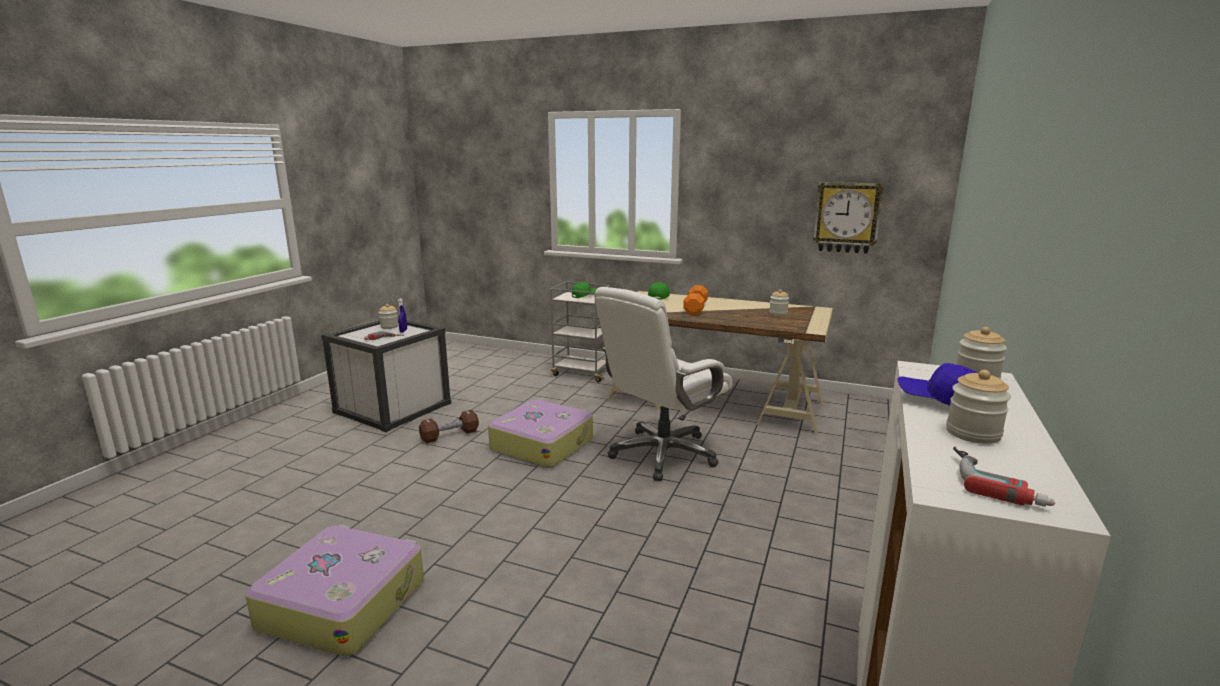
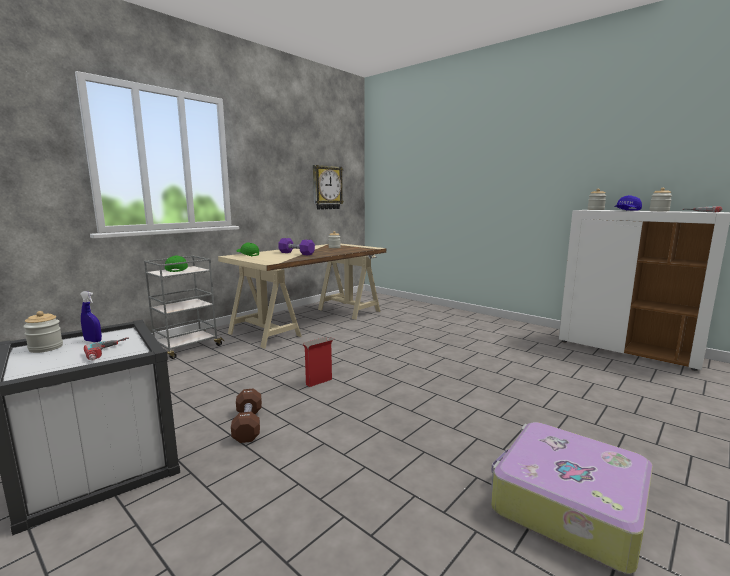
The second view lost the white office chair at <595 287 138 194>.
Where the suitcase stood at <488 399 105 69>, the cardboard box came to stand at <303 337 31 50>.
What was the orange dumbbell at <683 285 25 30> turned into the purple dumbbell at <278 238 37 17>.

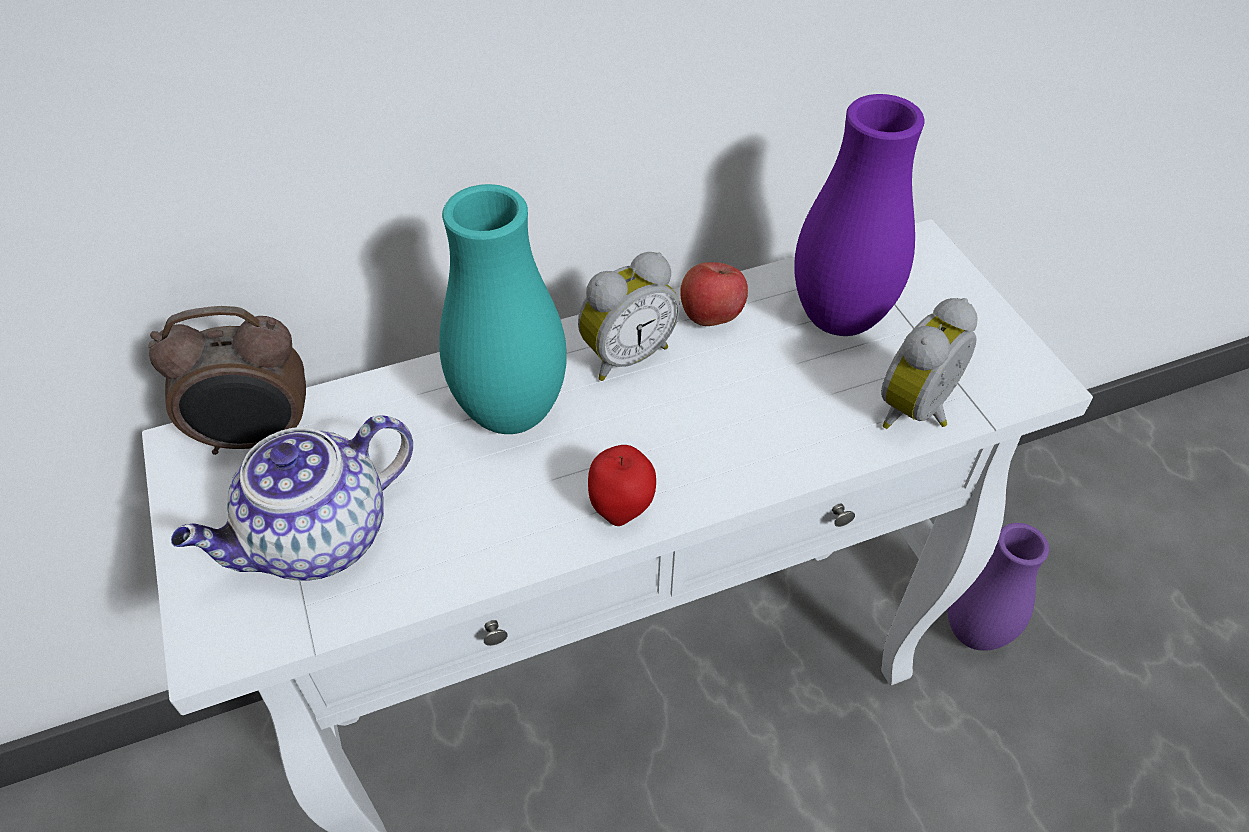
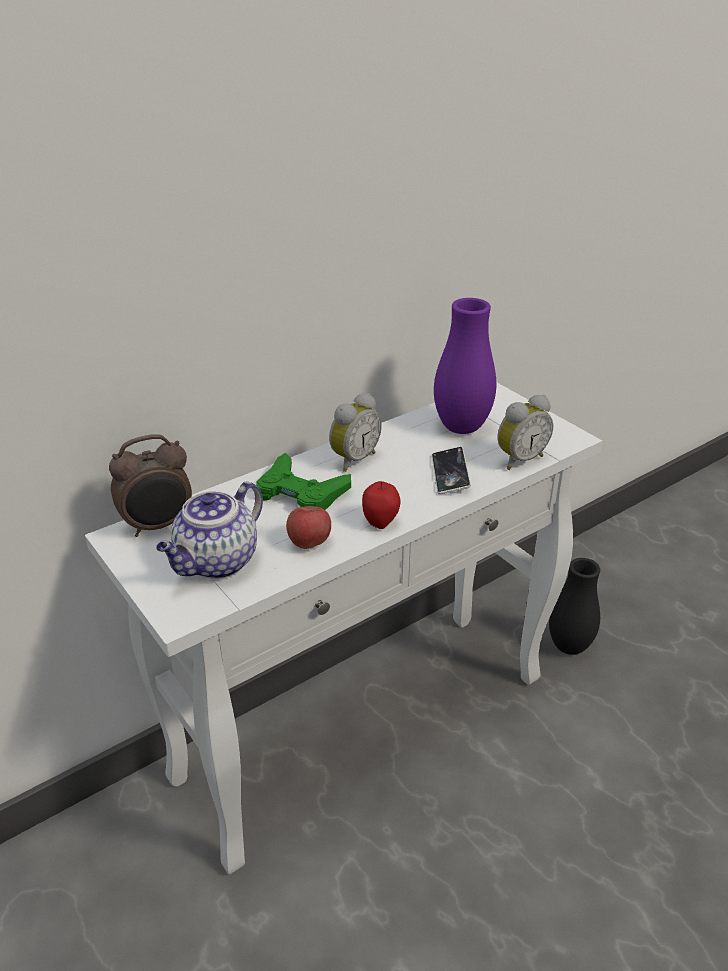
The second view gained the phone at <431 447 40 47>.
The apple ended up elsewhere, having gone from <680 262 68 64> to <286 506 45 43>.
Where the turquoise vase stood at <439 184 128 250>, the green game controller came to stand at <256 453 95 57>.
What was the purple vase at <947 523 102 128> turned into the black vase at <549 558 51 97>.
The alarm clock at <881 298 97 131> ended up facing another way, 150 degrees counterclockwise from before.

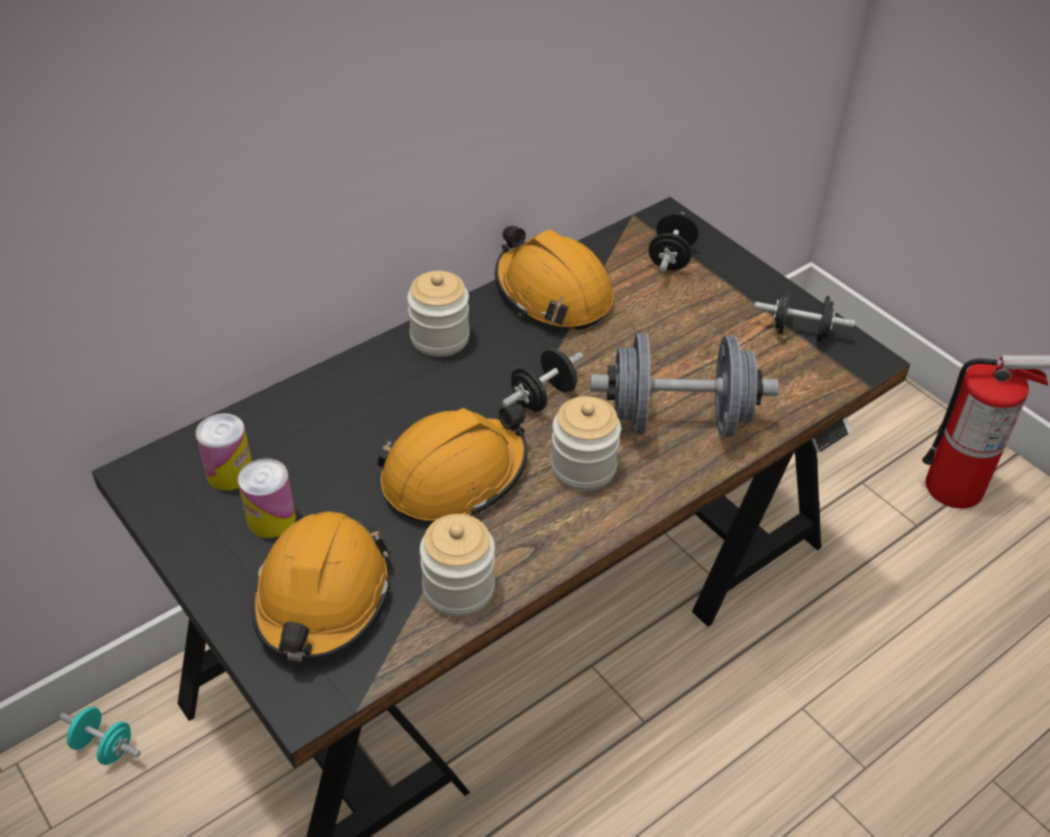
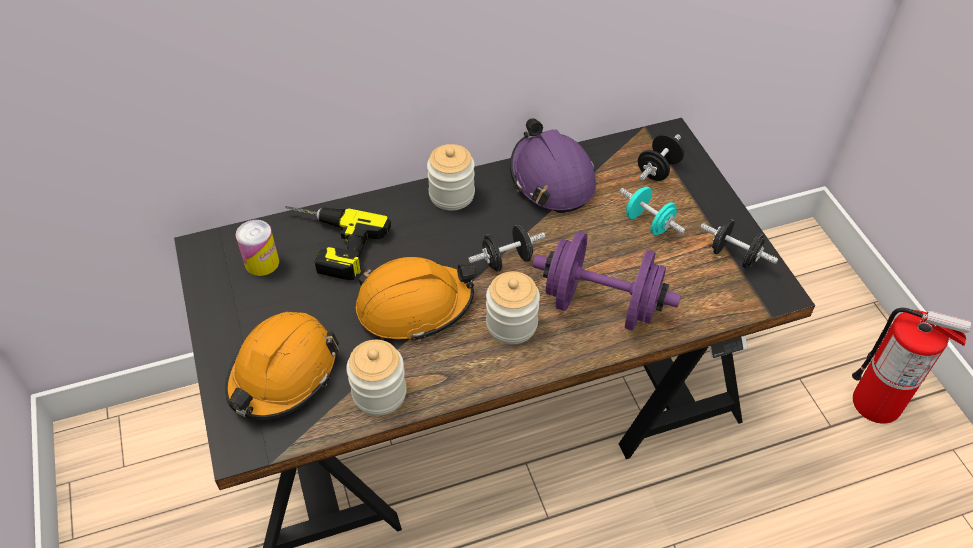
The second view lost the can at <238 458 58 80>.
The second view gained the power drill at <285 206 106 74>.
The turquoise dumbbell ended up elsewhere, having gone from <60 707 81 58> to <619 187 66 48>.
What was the orange hard hat at <495 226 119 104> turned into the purple hard hat at <510 118 86 95>.
What was the grey dumbbell at <590 334 189 103> turned into the purple dumbbell at <532 231 149 100>.

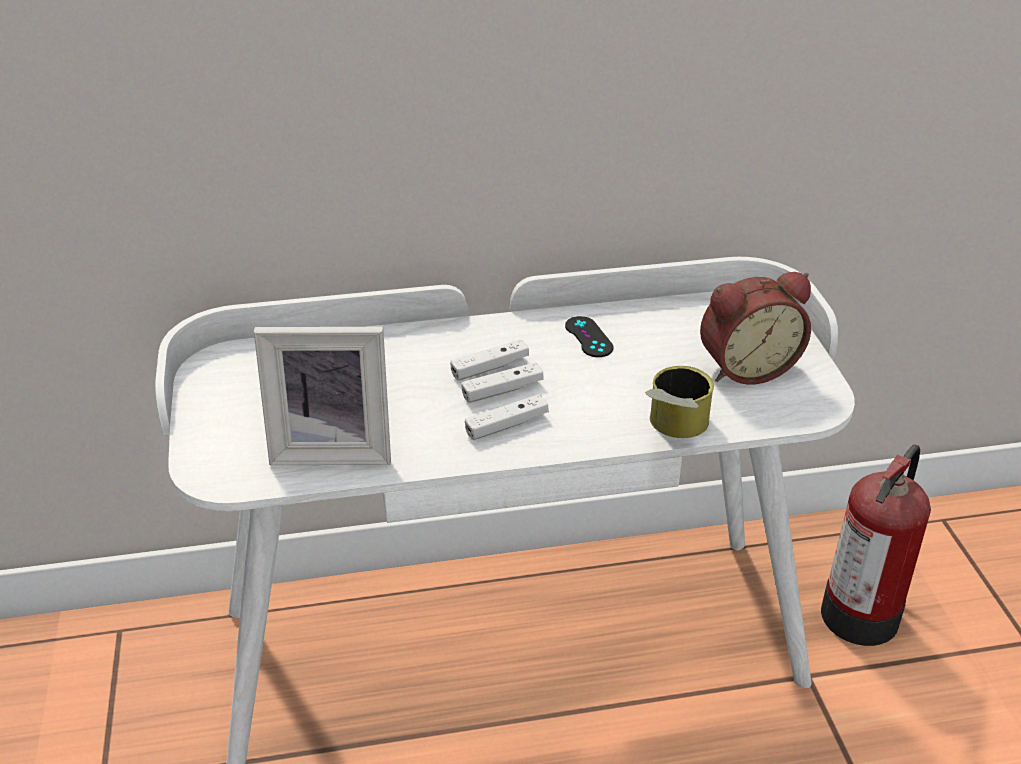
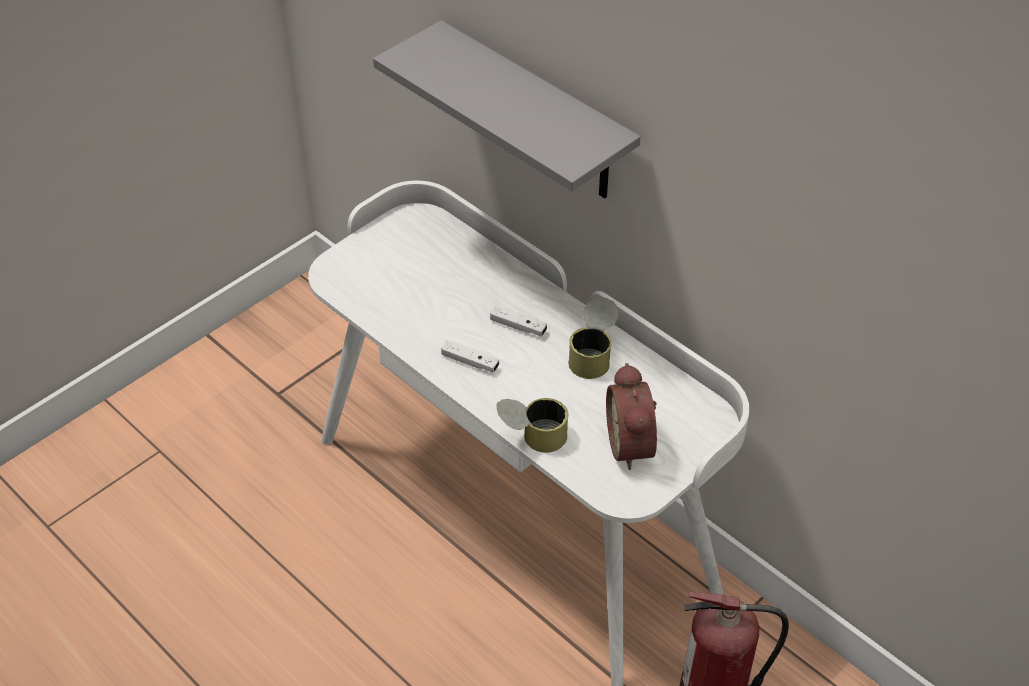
The second view lost the picture frame at <254 327 137 138>.
The second view lost the white game controller at <461 362 82 41>.
The second view gained the grey shelf at <373 21 267 178>.
Where the black game controller stood at <565 316 49 41>, the can came to stand at <569 297 49 82>.
The alarm clock at <700 272 111 113> ended up facing another way, 45 degrees clockwise from before.

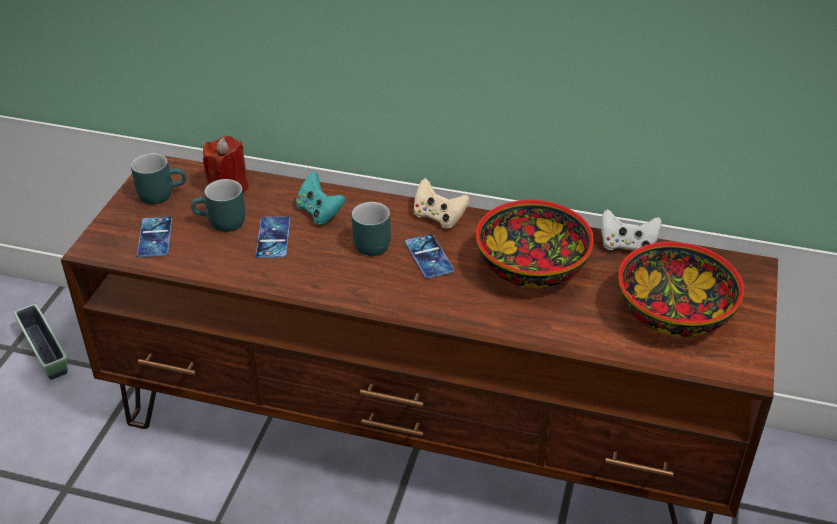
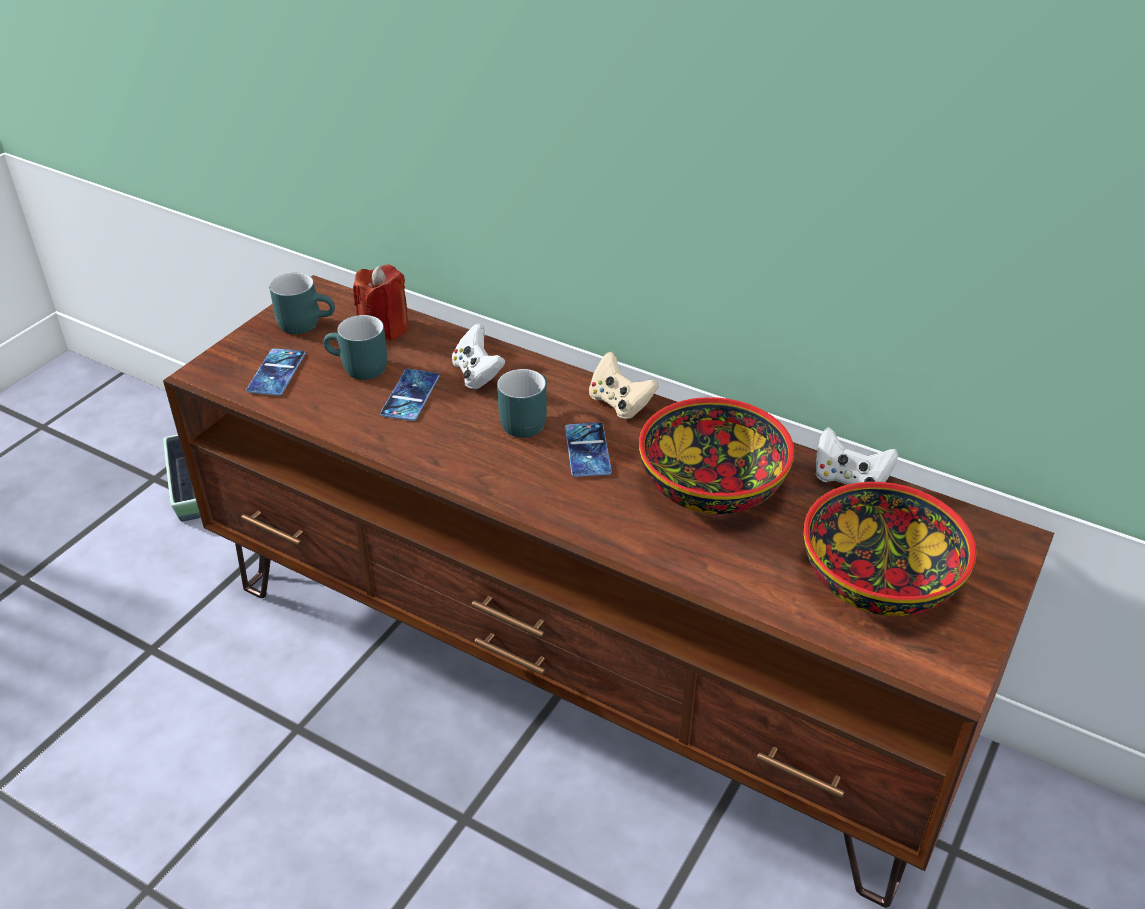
What was the turquoise game controller at <296 172 50 53> turned into the white game controller at <452 323 54 66>.

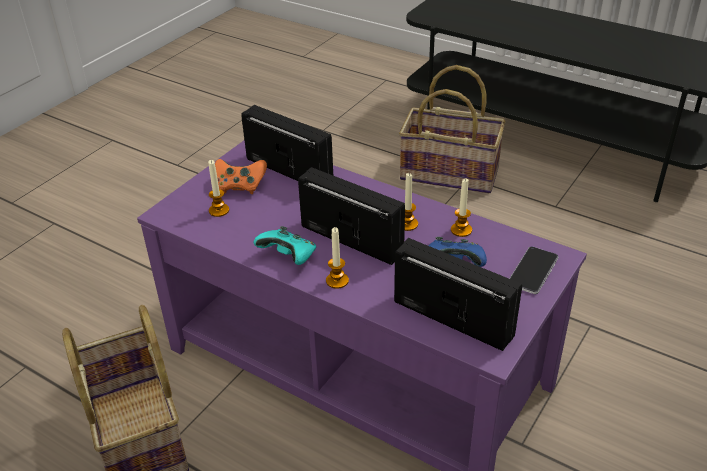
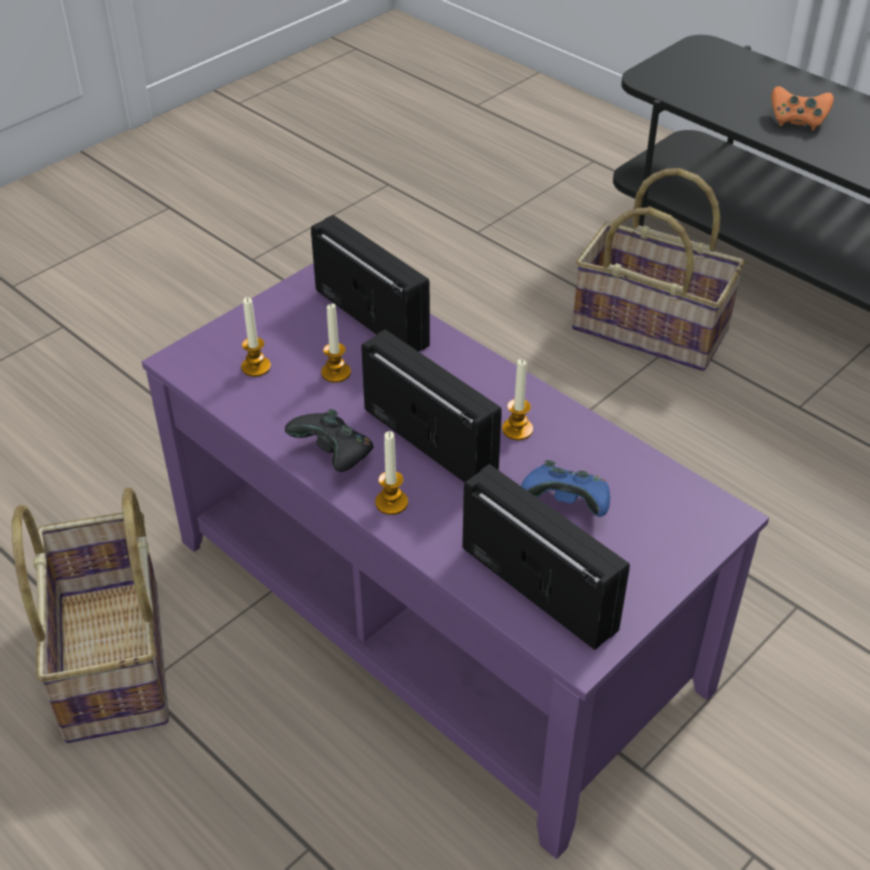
The second view lost the phone at <509 247 49 47>.
The orange game controller ended up elsewhere, having gone from <215 159 52 35> to <771 86 63 44>.
The candle ended up elsewhere, having gone from <451 178 21 59> to <321 303 30 80>.
What was the turquoise game controller at <254 226 62 39> turned into the black game controller at <285 409 89 63>.

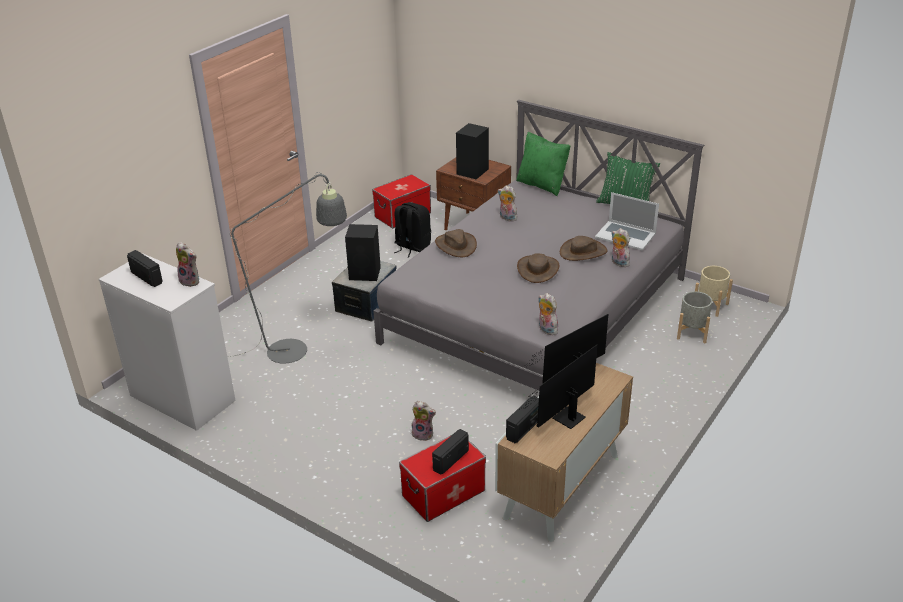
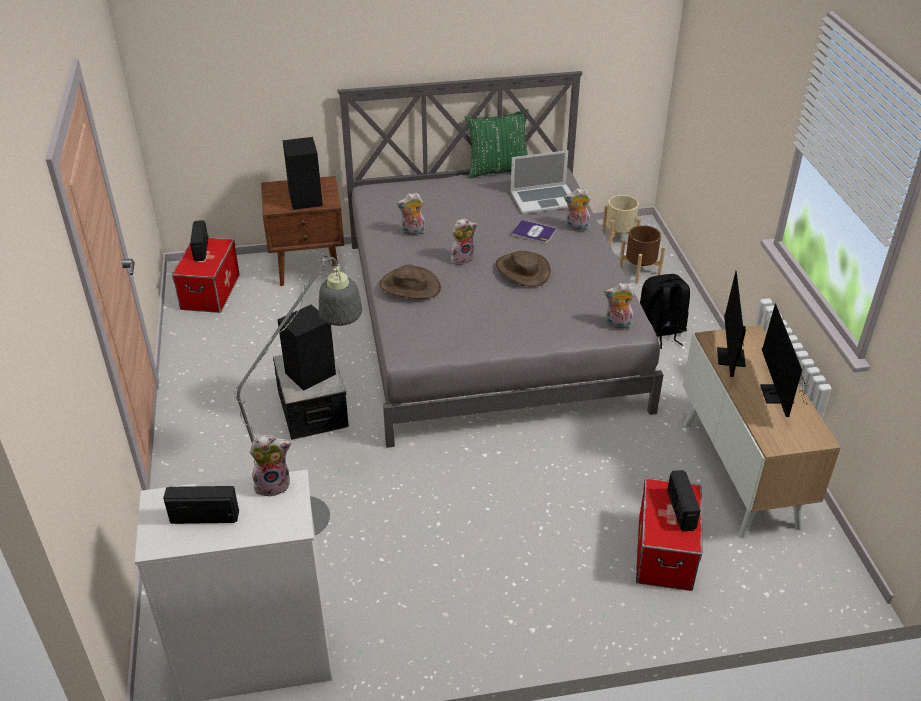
The second view lost the green pillow at <516 132 54 64>.
The black backpack ended up elsewhere, having gone from <394 202 37 56> to <640 274 50 75>.
The plush toy ended up elsewhere, having gone from <411 401 25 40> to <451 218 26 47>.
The radio ended up elsewhere, having gone from <506 396 33 47> to <190 220 18 41>.
Where the brown hat stood at <560 236 47 25>, the book came to stand at <512 220 45 24>.
What was the grey planter at <677 291 35 52> turned into the brown planter at <619 225 46 59>.

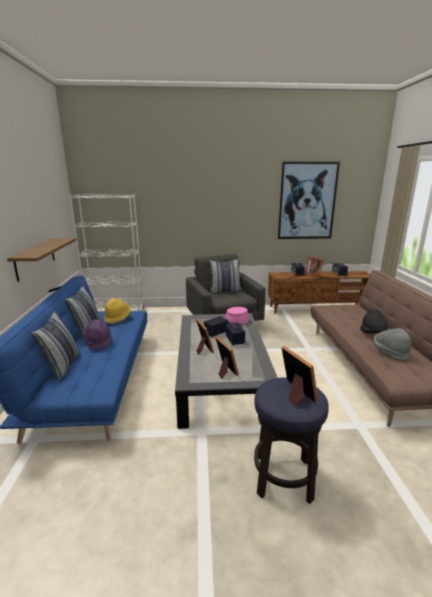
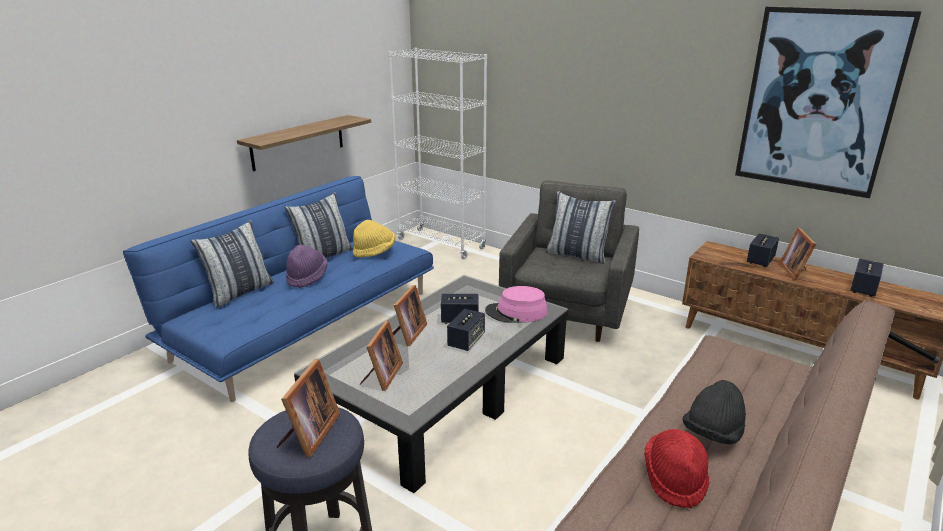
What was the grey hat at <373 328 39 33> turned into the red hat at <644 429 65 79>.

